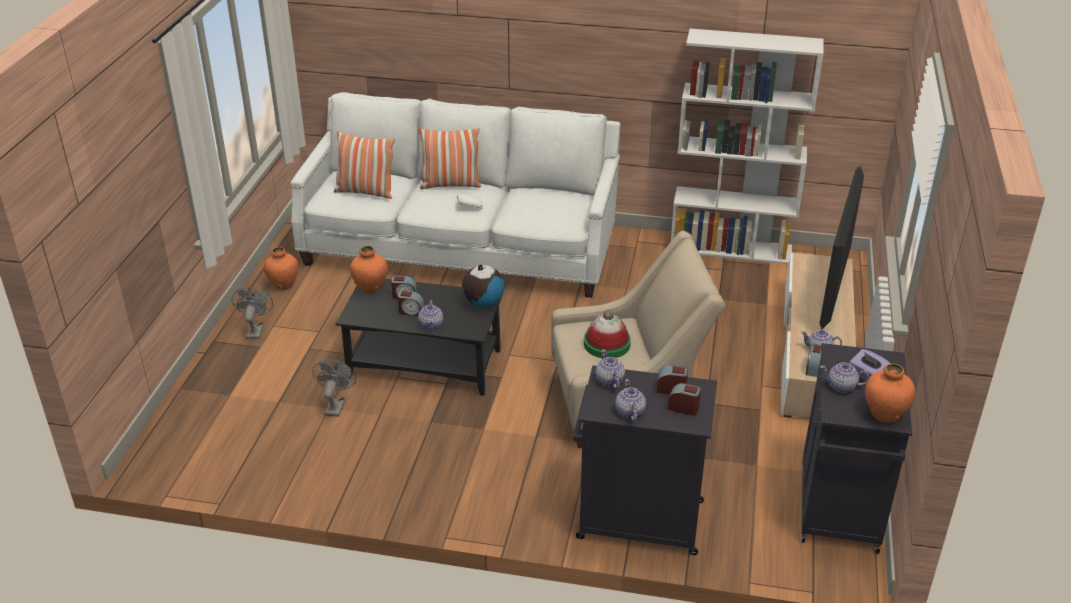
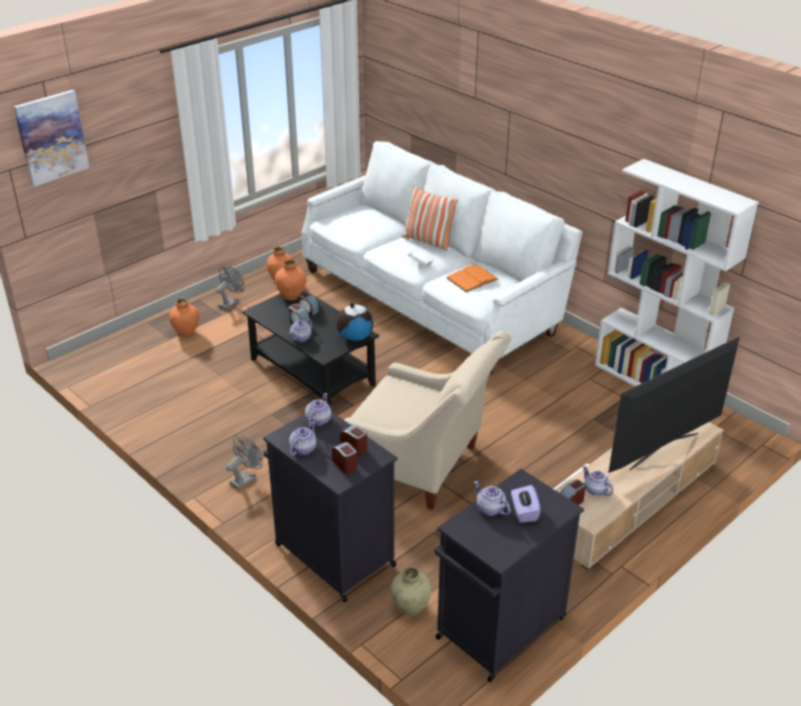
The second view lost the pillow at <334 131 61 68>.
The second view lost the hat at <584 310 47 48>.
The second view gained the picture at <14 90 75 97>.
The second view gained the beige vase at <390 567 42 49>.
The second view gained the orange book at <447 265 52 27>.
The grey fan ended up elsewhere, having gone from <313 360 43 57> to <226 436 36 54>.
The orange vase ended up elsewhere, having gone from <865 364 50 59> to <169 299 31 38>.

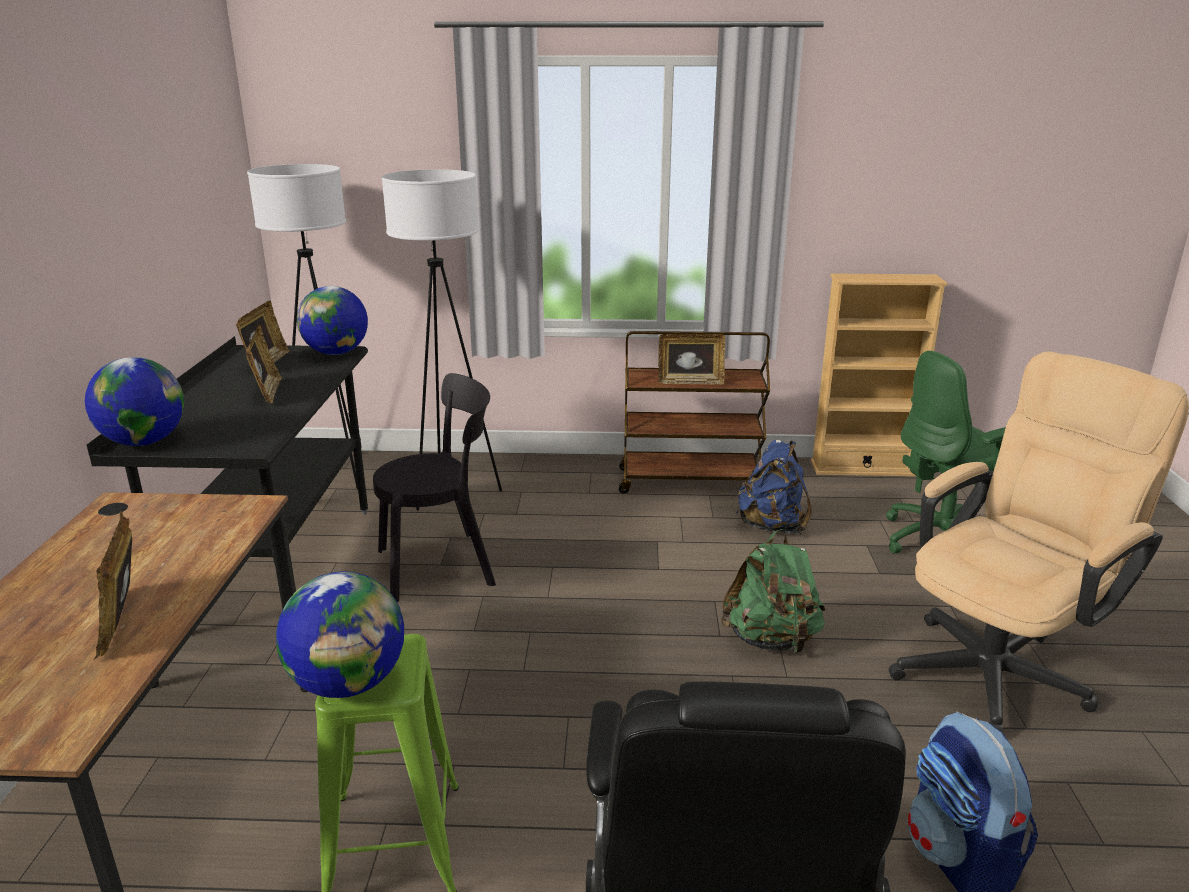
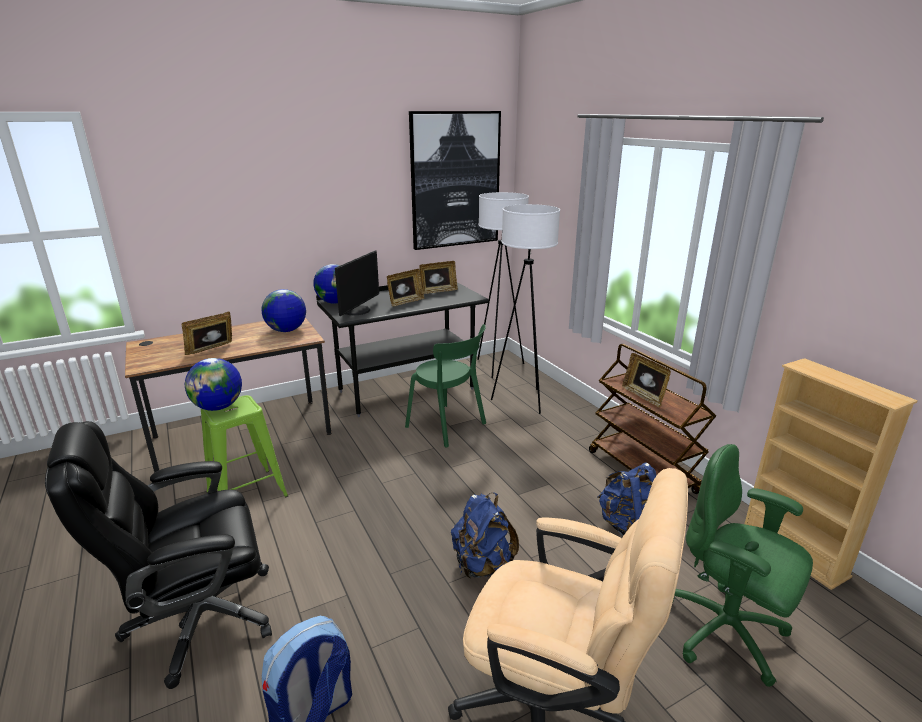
The second view gained the monitor at <335 250 44 66>.
The second view gained the picture at <409 111 92 139>.
The globe ended up elsewhere, having gone from <297 286 71 69> to <262 289 44 43>.
What was the black chair at <373 373 123 229> turned into the green chair at <405 324 81 124>.
What was the green backpack at <721 529 104 125> turned into the blue backpack at <451 493 68 86>.

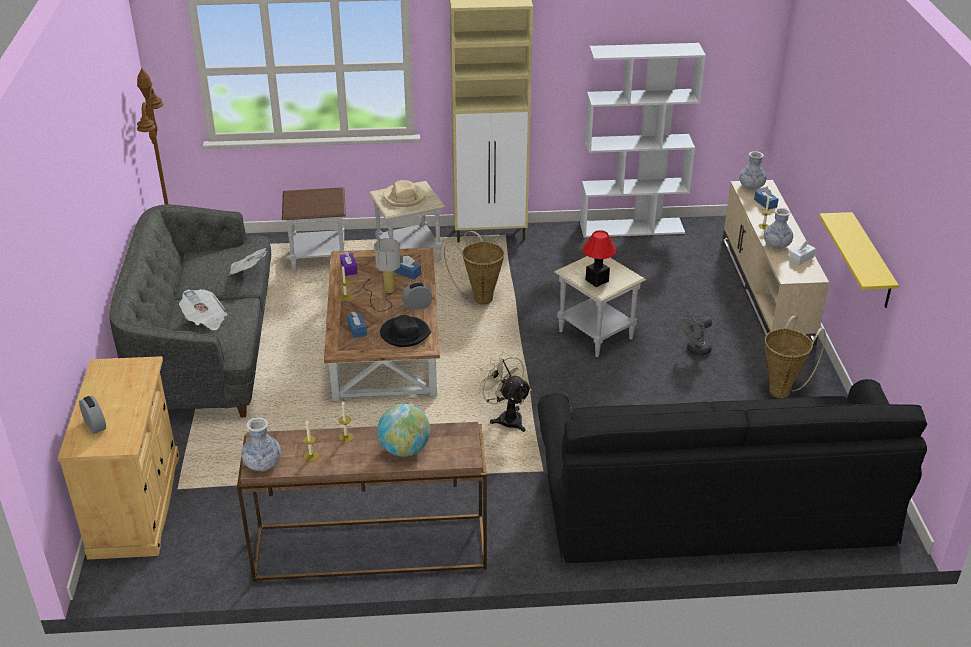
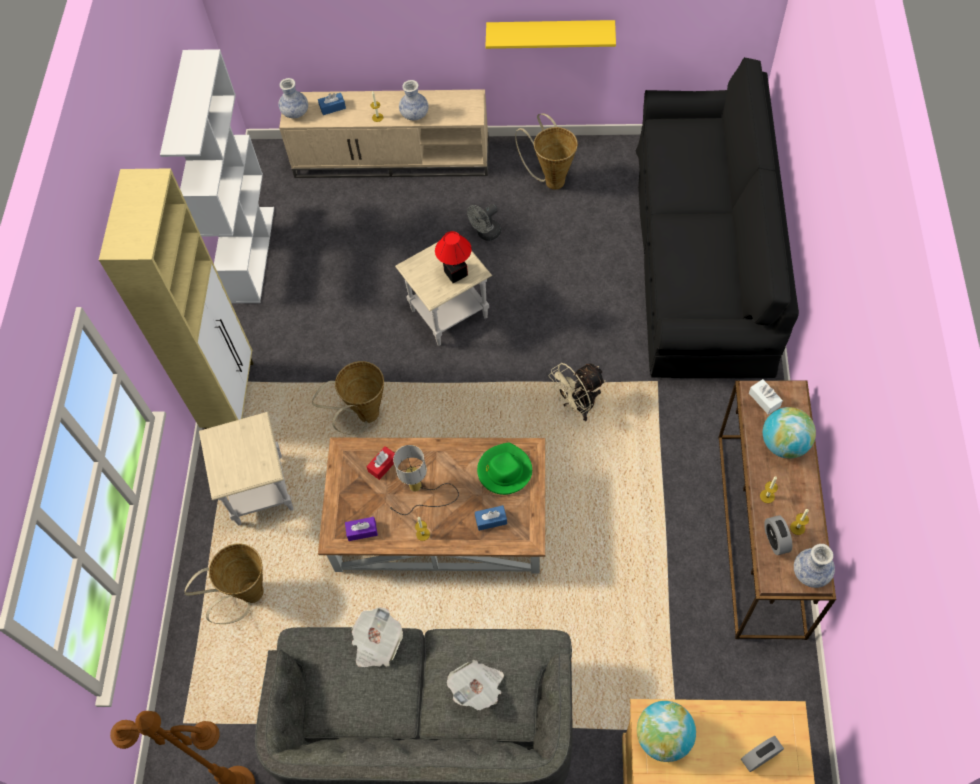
The second view lost the beige hat at <383 180 43 27>.
The second view gained the globe at <637 701 59 61>.
The alarm clock ended up elsewhere, having gone from <402 282 30 29> to <764 515 28 40>.
The white tissue box ended up elsewhere, having gone from <789 241 27 24> to <749 379 34 36>.
Where the brown side table stood at <282 187 64 86>, the basket came to stand at <185 543 79 81>.
What was the black hat at <380 315 51 32> turned into the green hat at <477 443 55 52>.
What was the blue tissue box at <395 256 26 24> turned into the red tissue box at <366 446 29 34>.
The grey fan at <681 313 31 43> ended up facing another way, 75 degrees clockwise from before.

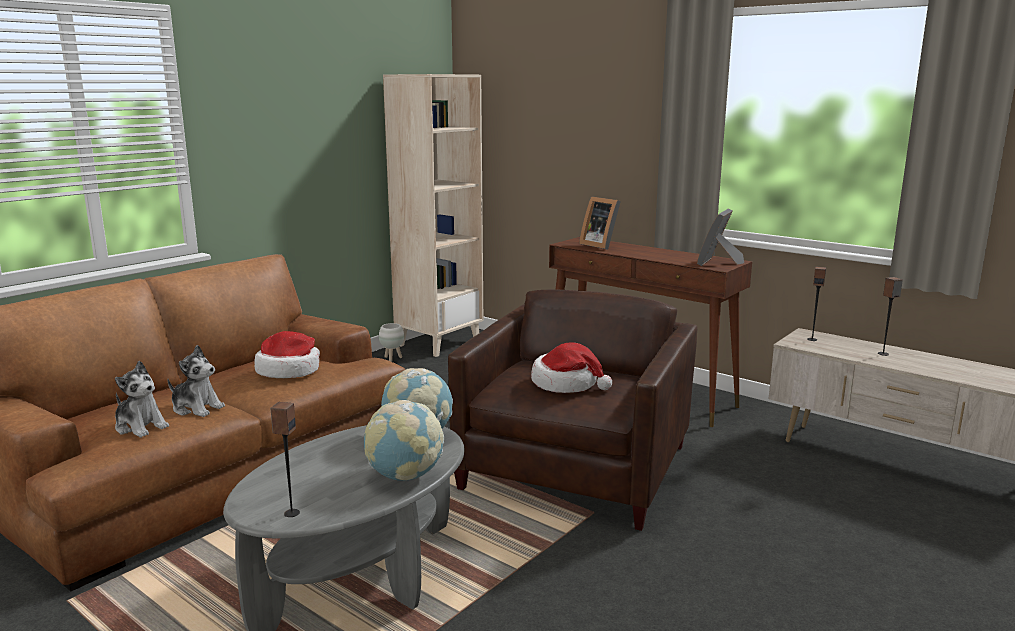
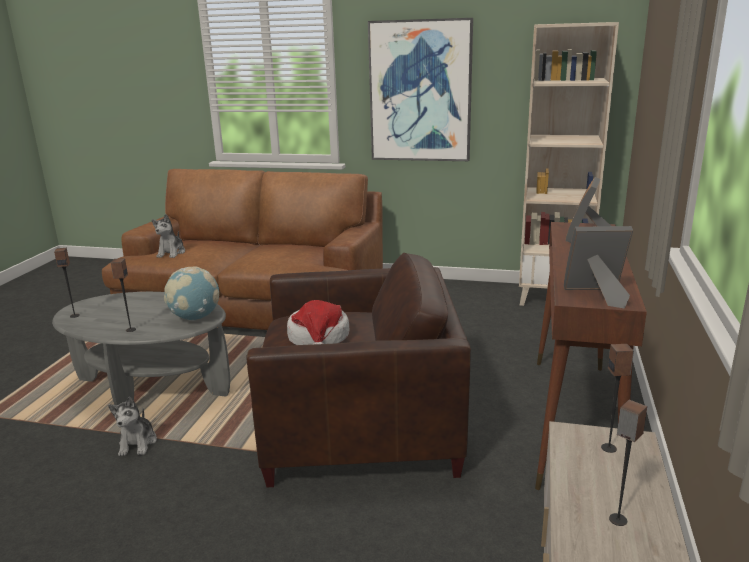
The second view lost the hat at <254 331 66 47>.
The second view lost the white planter at <379 323 25 39>.
The second view gained the picture at <368 18 105 143>.
The plush toy ended up elsewhere, having gone from <167 345 58 72> to <108 397 49 59>.
Where the globe stood at <364 400 80 81>, the speaker came to stand at <111 258 25 74>.

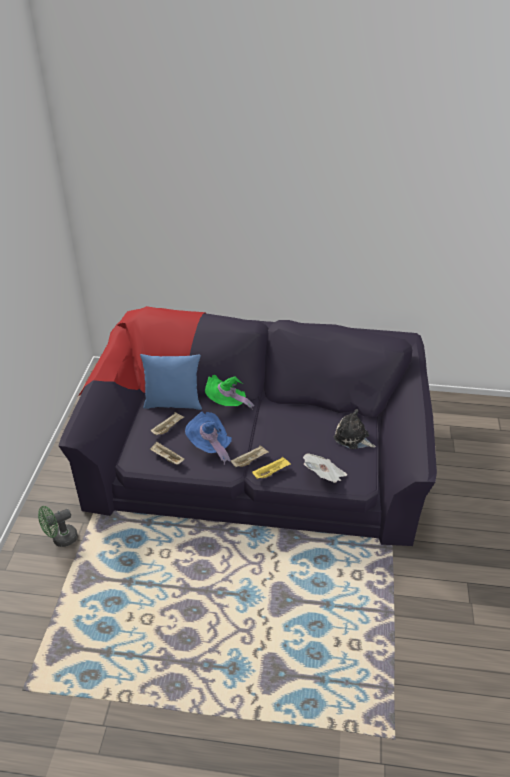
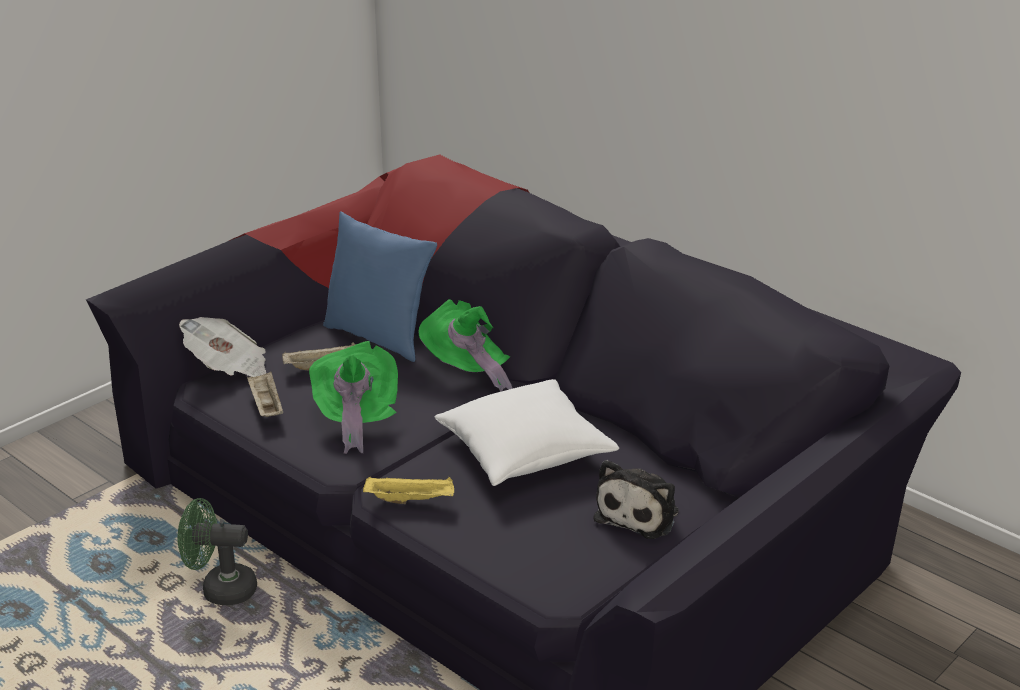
The second view lost the beige tray at <231 445 38 22>.
The second view gained the white pillow at <434 379 185 107>.
The green fan ended up elsewhere, having gone from <38 506 40 41> to <177 498 80 107>.
The newspaper ended up elsewhere, having gone from <303 453 44 30> to <179 317 87 60>.
What was the blue hat at <185 411 47 54> turned into the green hat at <309 341 89 113>.
The plush toy at <334 409 42 40> ended up facing another way, 135 degrees counterclockwise from before.

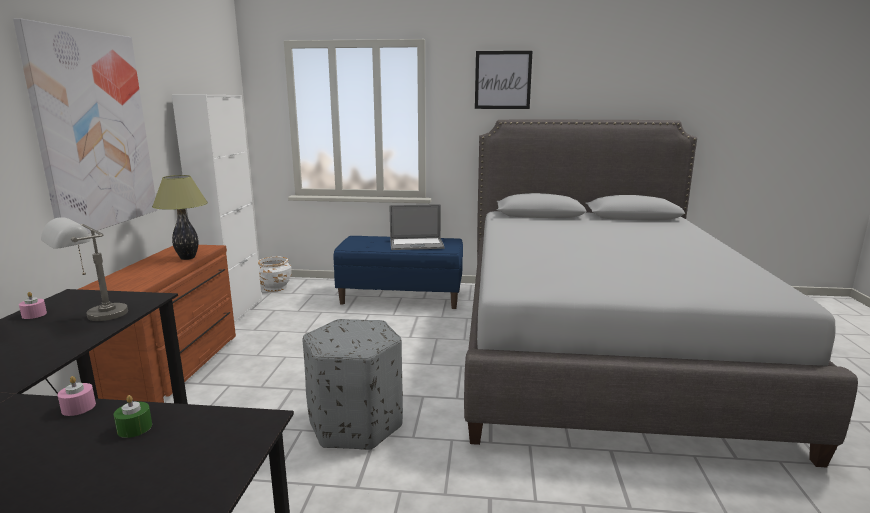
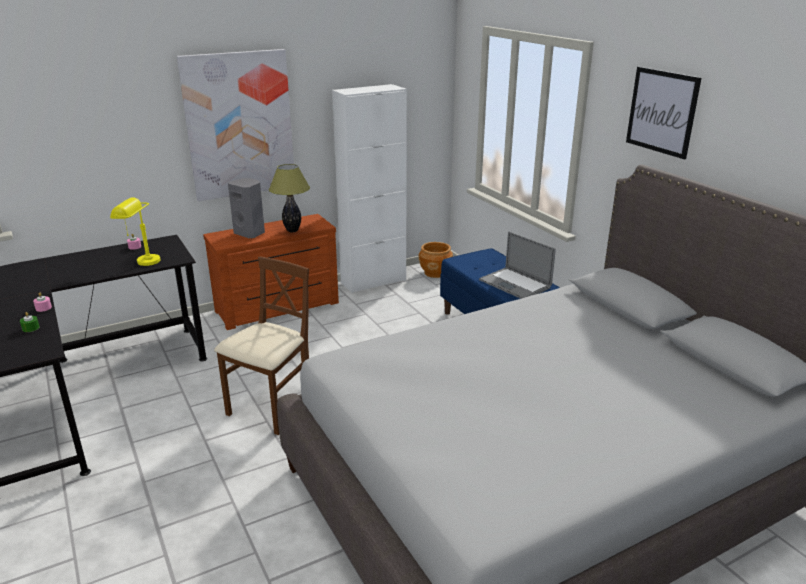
The second view gained the grey speaker at <228 178 37 60>.
Where the grey ottoman stood at <302 319 101 131>, the brown chair came to stand at <214 256 95 179>.
What was the grey table lamp at <41 217 87 104> turned into the yellow table lamp at <110 197 50 69>.
What was the white planter at <258 257 34 35> turned into the brown planter at <419 242 34 36>.

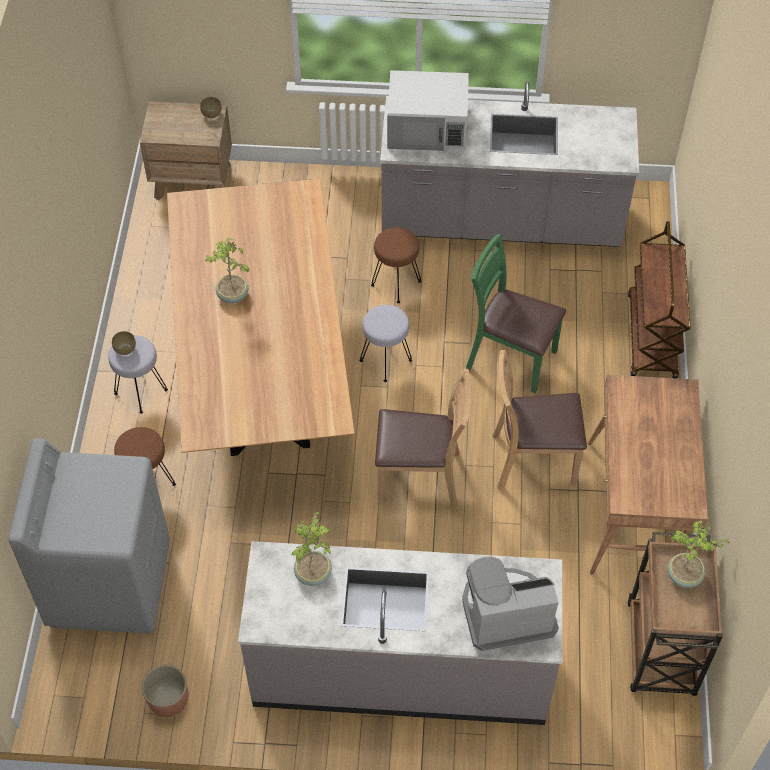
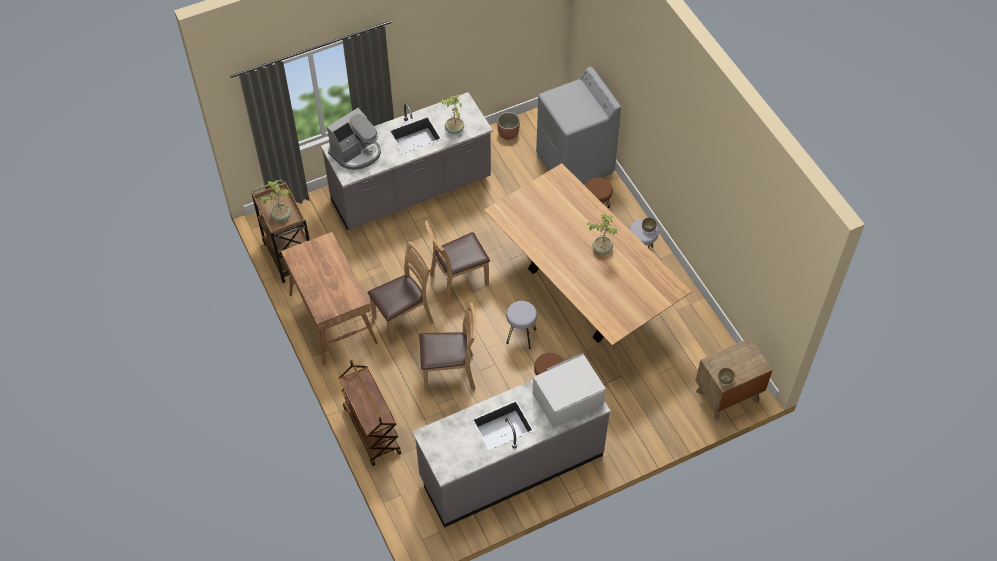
What was the green chair at <466 234 100 159> turned into the brown chair at <420 303 56 89>.

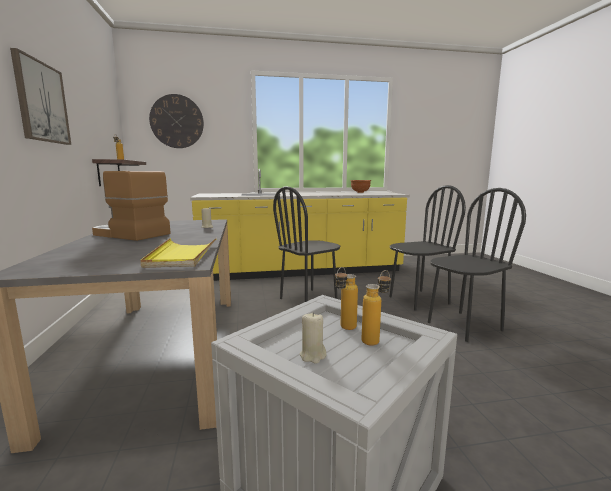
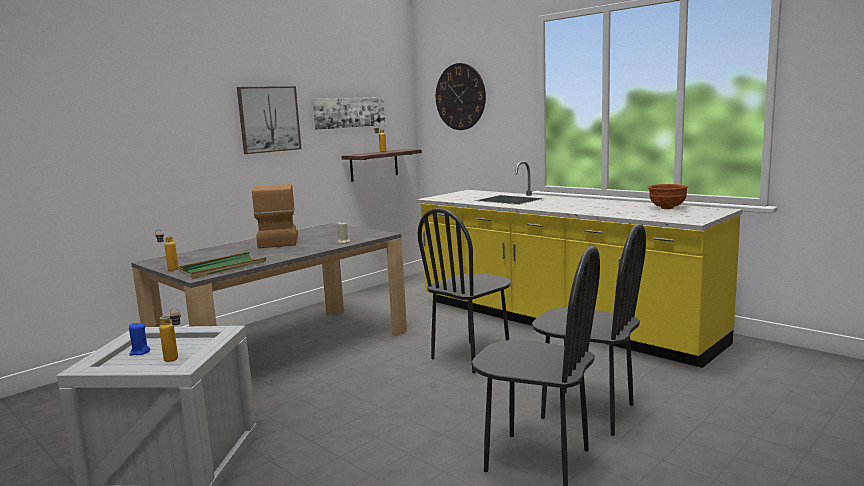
The second view gained the picture at <313 97 72 33>.
The bottle ended up elsewhere, having gone from <335 267 23 63> to <155 229 23 42>.
What was the yellow tray at <140 238 77 30> turned into the green tray at <178 252 88 27>.
What was the beige candle at <299 312 27 52> turned into the blue candle at <129 322 22 34>.
The black chair at <273 186 67 116> ended up facing another way, 60 degrees counterclockwise from before.

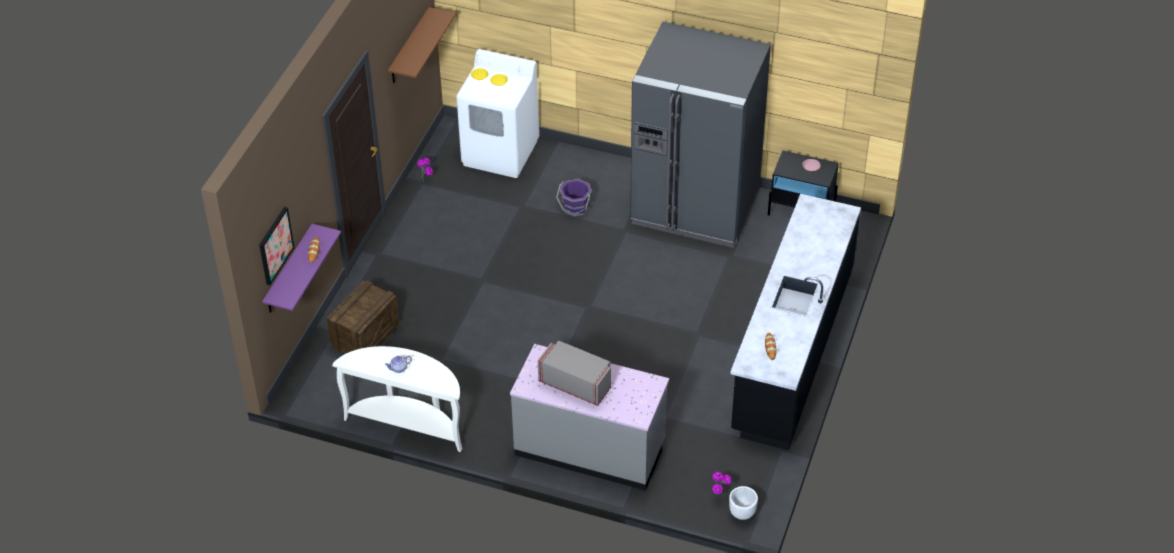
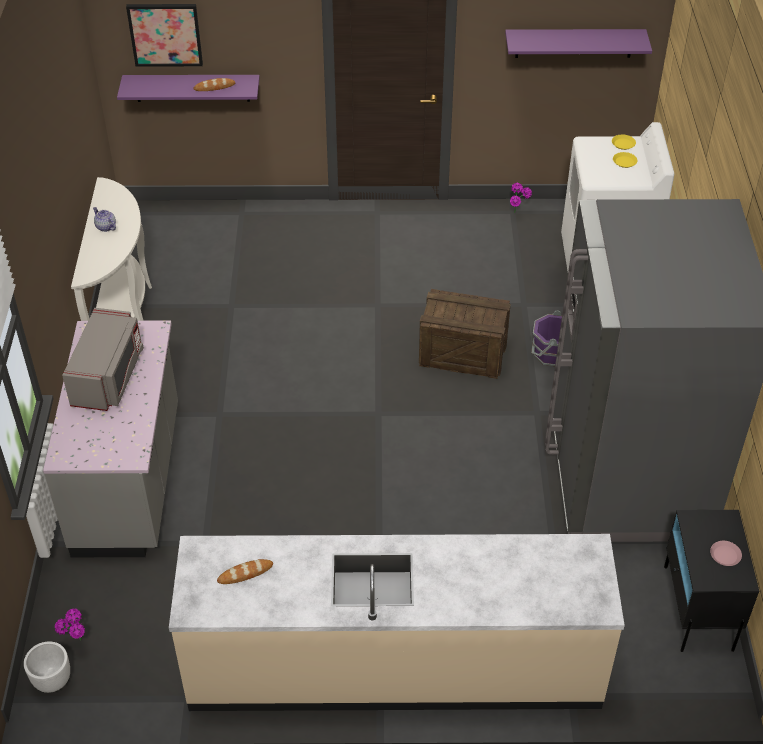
The crate ended up elsewhere, having gone from <326 281 74 73> to <419 289 92 90>.
What was the brown shelf at <388 7 68 76> turned into the purple shelf at <505 29 147 29>.
What was the black counter at <730 194 131 256> turned into the beige counter at <169 534 456 177>.

